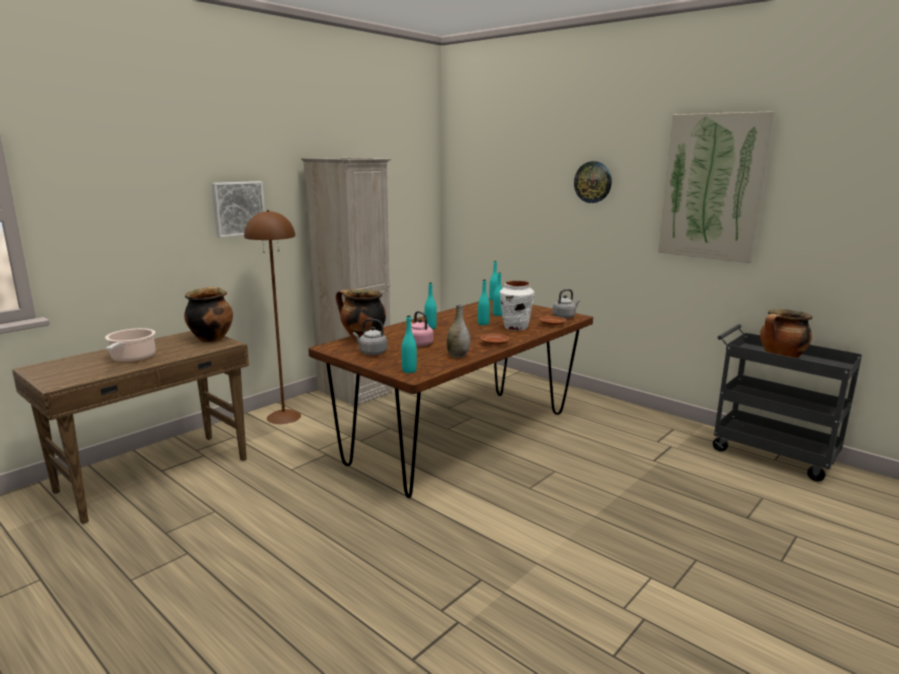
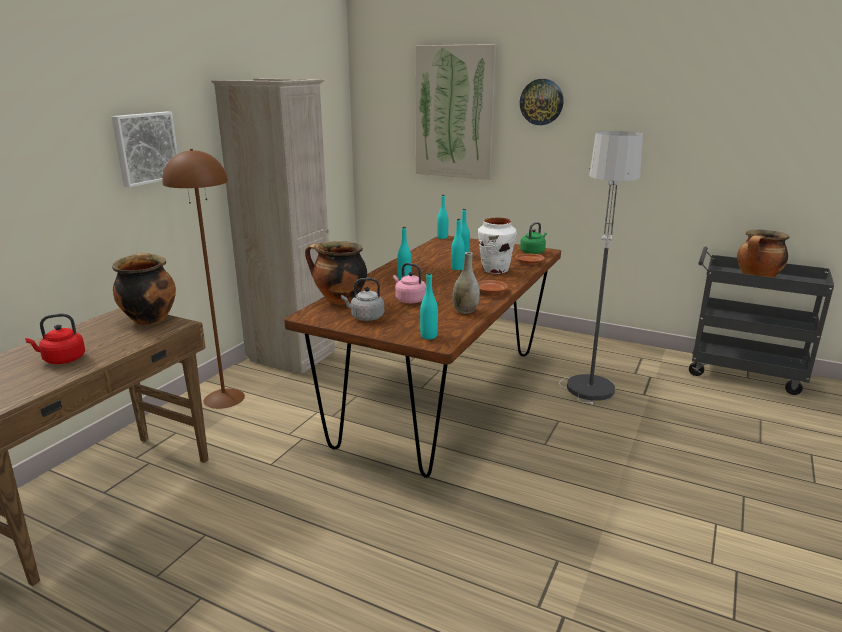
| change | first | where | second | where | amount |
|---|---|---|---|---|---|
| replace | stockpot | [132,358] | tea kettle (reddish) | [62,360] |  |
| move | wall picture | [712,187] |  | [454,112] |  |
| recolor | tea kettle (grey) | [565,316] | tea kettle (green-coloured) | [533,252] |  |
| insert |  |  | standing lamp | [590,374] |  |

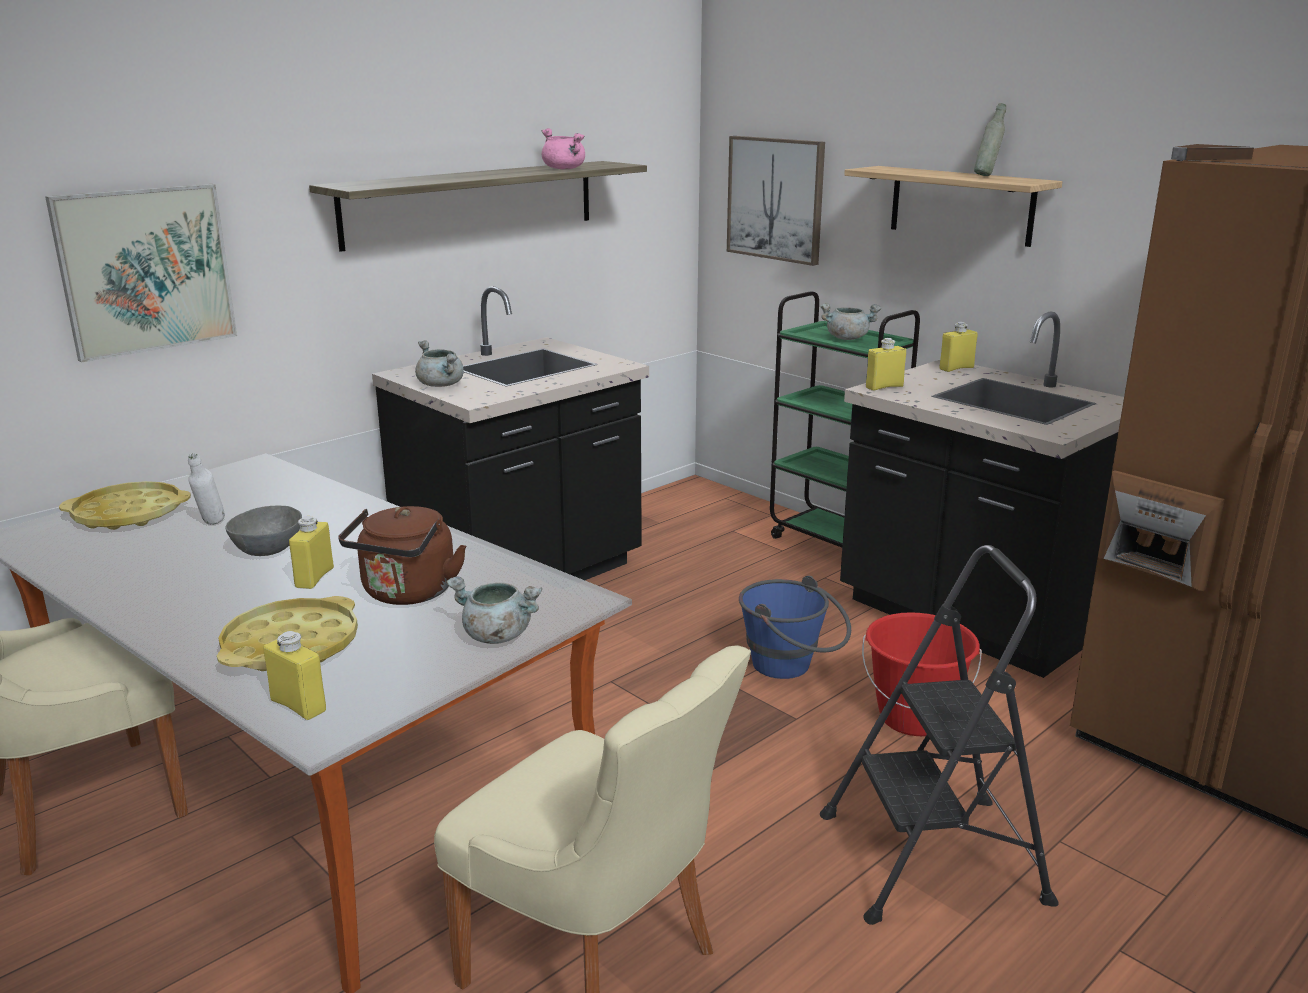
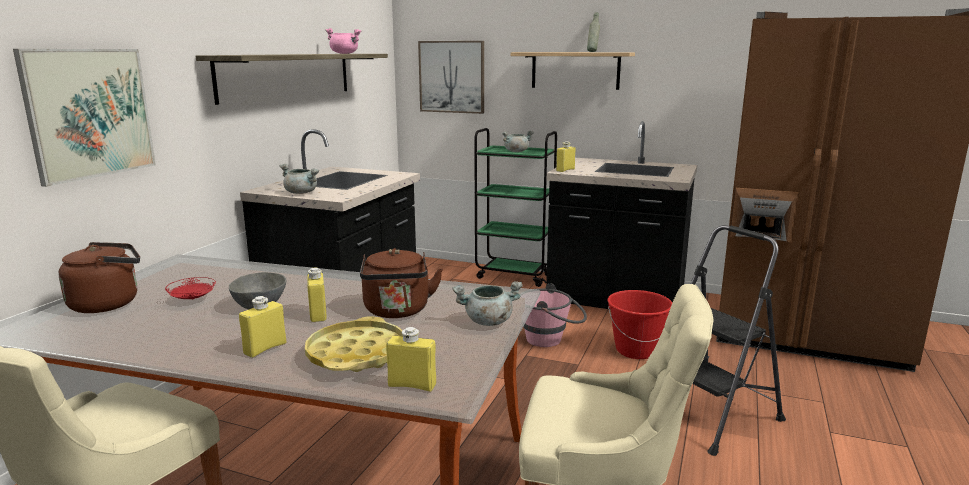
| change | first | where | second | where | amount |
|---|---|---|---|---|---|
| replace | carrying tray (yellowish) | [128,514] | tea kettle (brown-coloured) | [109,303] |  |
| replace | bottle (whitish) | [211,526] | flat dish (reddish) | [192,299] |  |
| move | bottle (yellowish) | [956,368] |  | [265,348] |  |
| recolor | bucket (blue) | [792,668] | bucket (pinkish) | [551,340] |  |

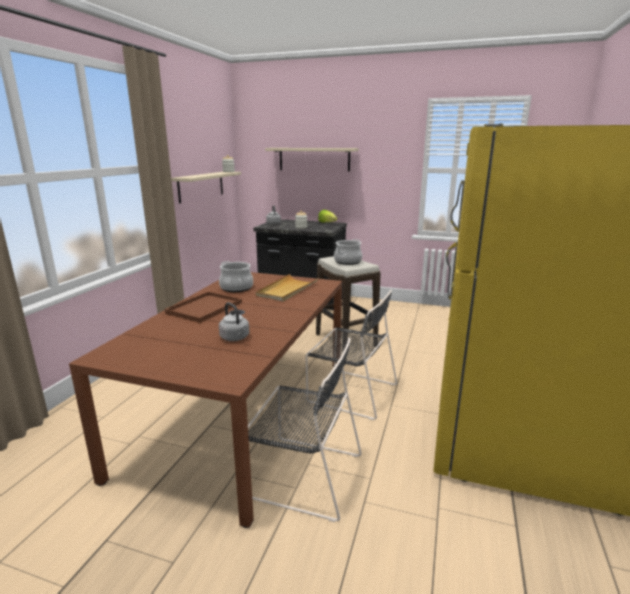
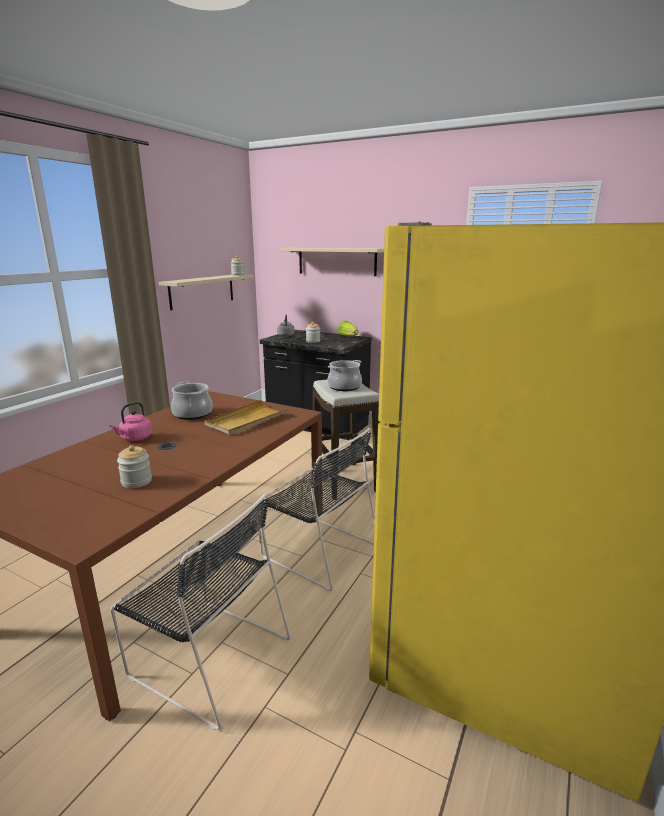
| change | first | where | second | where | amount |
|---|---|---|---|---|---|
| replace | carrying tray (brown-coloured) | [204,308] | tea kettle (pinkish) | [135,438] |  |
| replace | tea kettle (grey) | [235,338] | preserve jar | [136,481] |  |

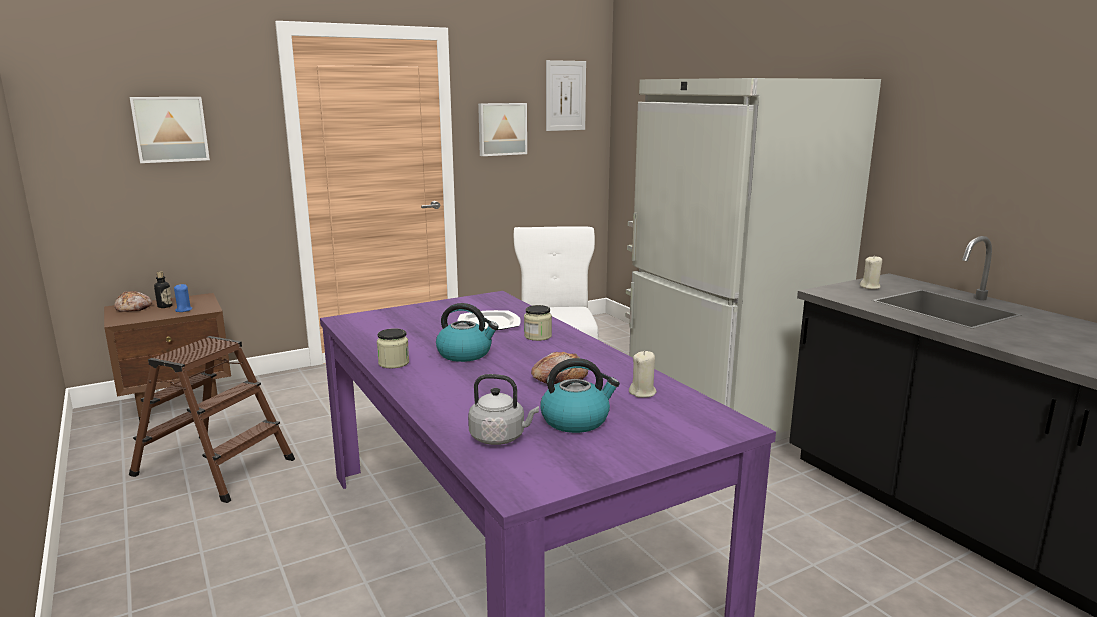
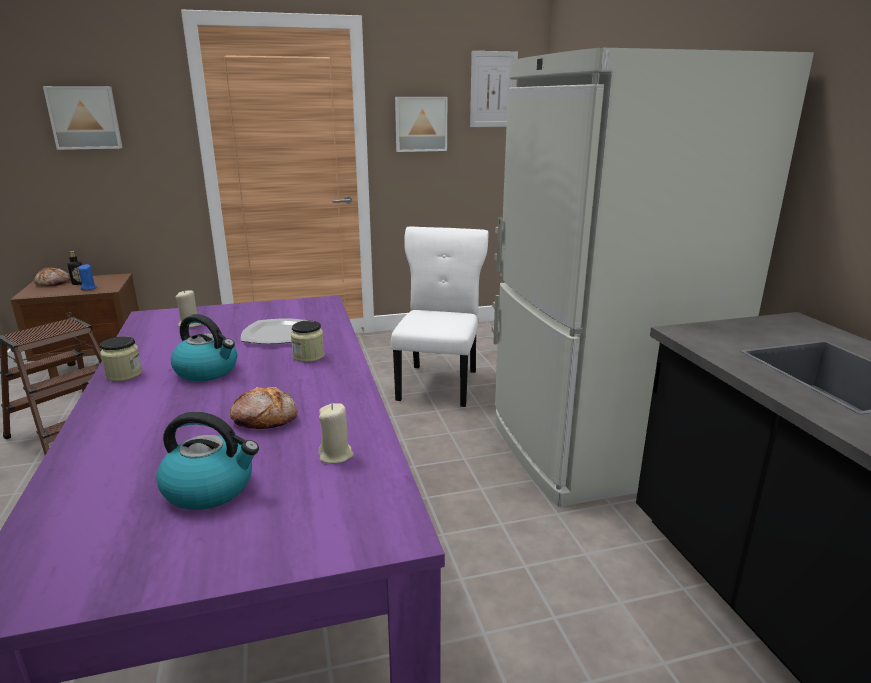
| change | first | where | second | where | amount |
|---|---|---|---|---|---|
| move | candle (beige) | [870,287] |  | [190,324] |  |
| delete | tea kettle (grey) | [500,438] |  |  |  |

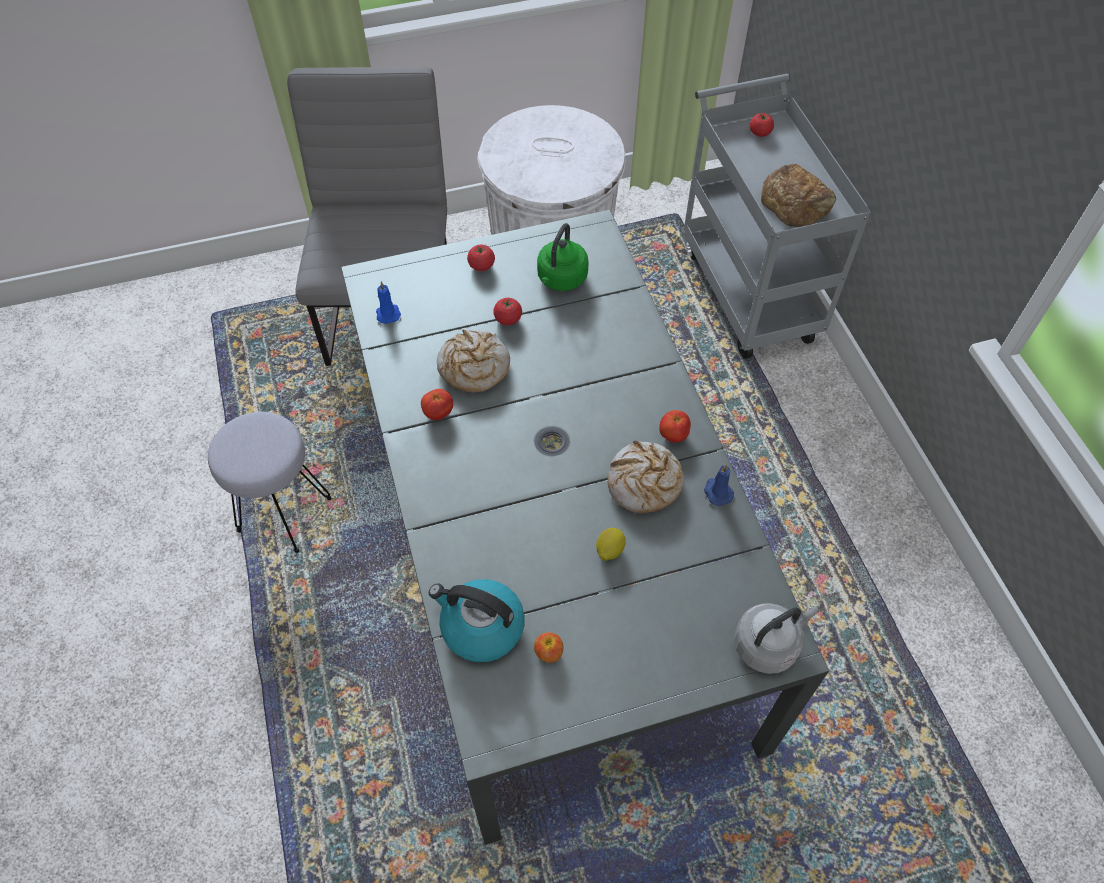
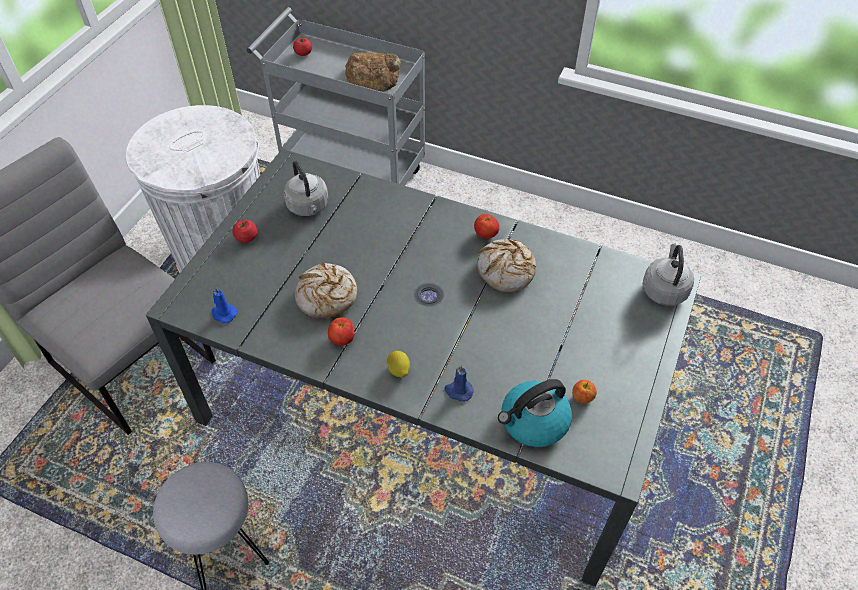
| change | first | where | second | where | amount |
|---|---|---|---|---|---|
| recolor | tea kettle (green-coloured) | [561,279] | tea kettle (grey) | [308,207] |  |
| move | lemon | [609,550] |  | [398,370] |  |
| move | candle (blue) | [717,492] |  | [458,391] |  |
| delete | tomato | [508,319] |  |  |  |

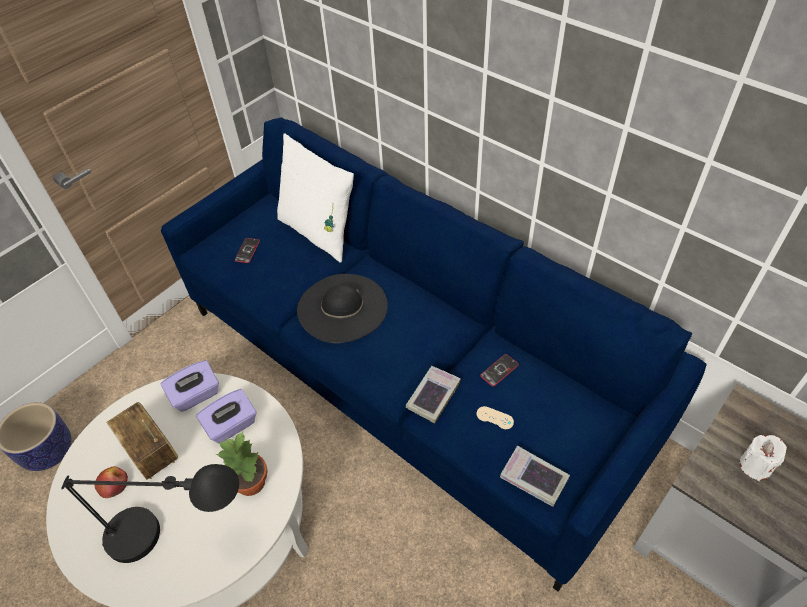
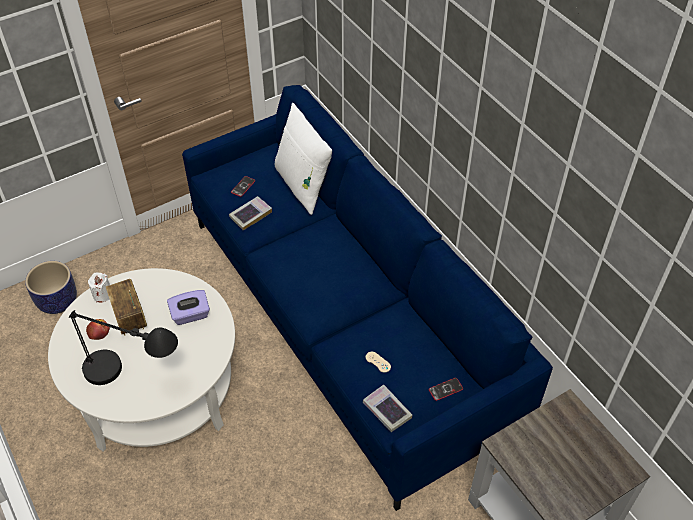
| change | first | where | second | where | amount |
|---|---|---|---|---|---|
| move | candle (whitish) | [755,466] |  | [103,294] |  |
| move | bound book | [433,396] |  | [250,215] |  |
| move | telephone | [499,370] |  | [445,389] |  |
| delete | tissue box (purplish) | [196,395] |  |  |  |
| delete | potted plant | [251,483] |  |  |  |
| delete | clothing hat (black-coloured) | [342,307] |  |  |  |

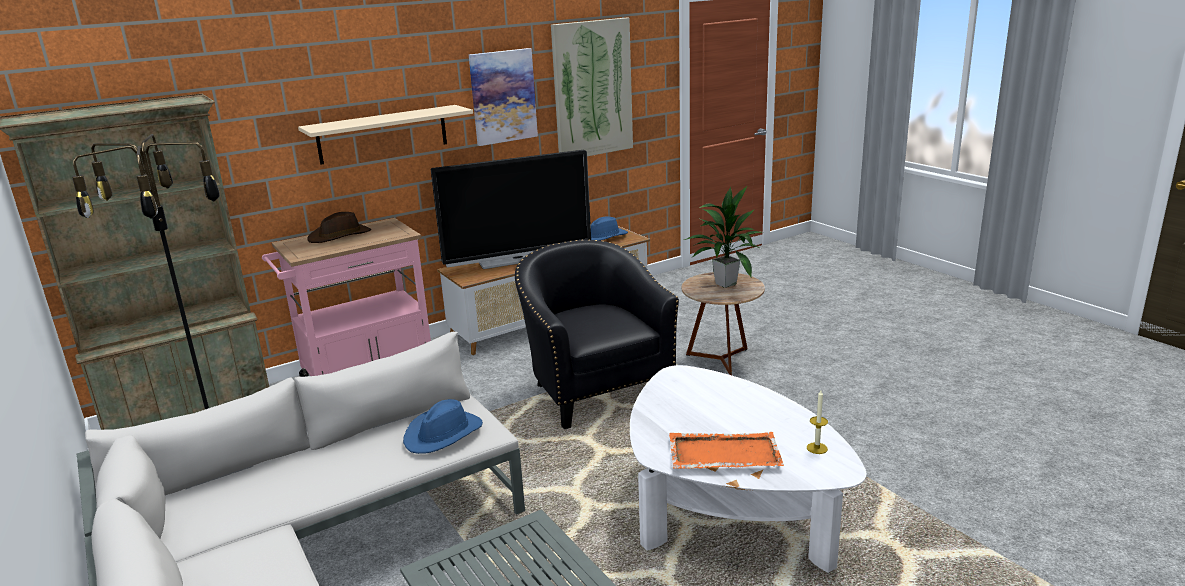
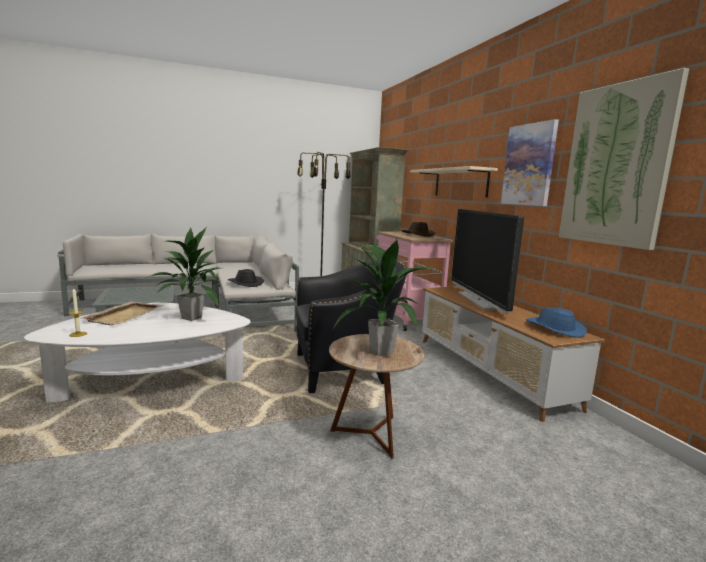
| change | first | where | second | where | amount |
|---|---|---|---|---|---|
| recolor | carrying tray (orangey) | [723,454] | carrying tray (beige) | [125,315] |  |
| insert |  |  | potted plant | [190,318] |  |
| recolor | clothing hat (blue) | [443,434] | clothing hat (black-coloured) | [245,283] |  |

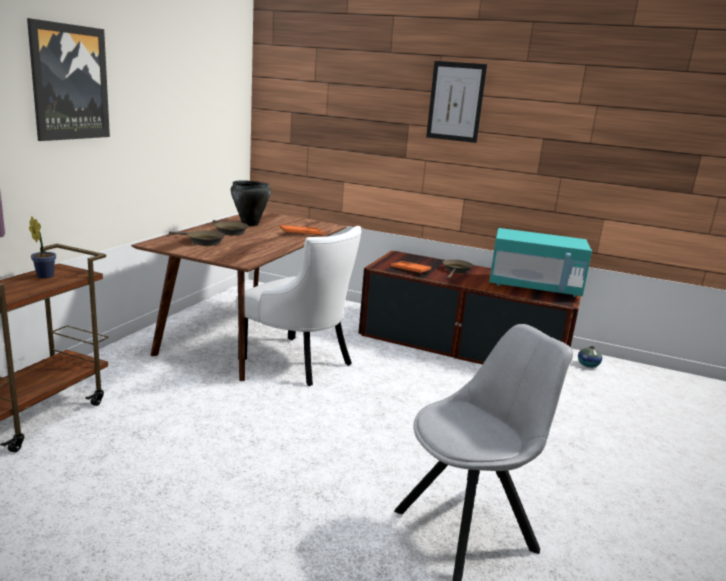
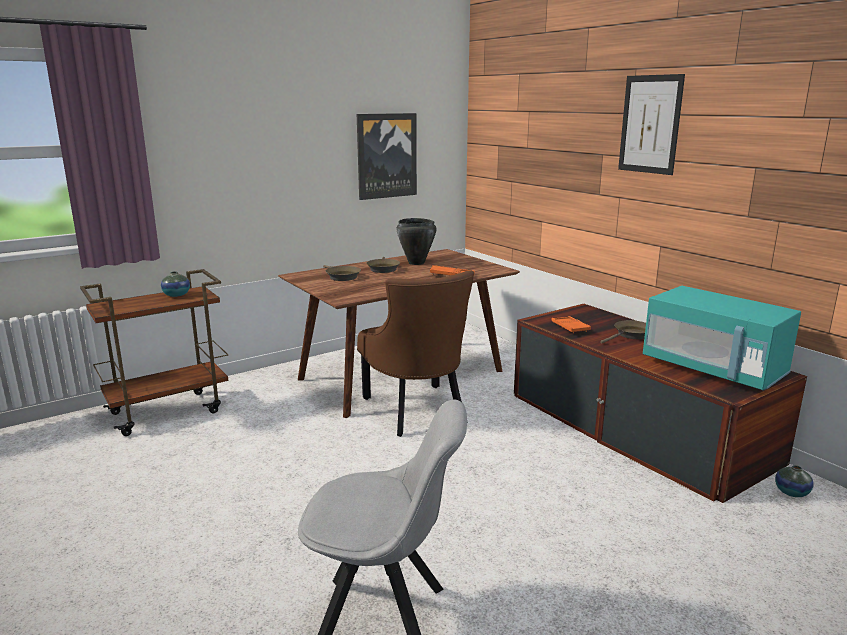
| change | first | where | second | where | amount |
|---|---|---|---|---|---|
| replace | potted plant | [44,275] | vase | [176,295] |  |
| move | wall picture | [69,82] |  | [386,156] |  |
| recolor | upright chair (whitish) | [296,361] | upright chair (brown-coloured) | [414,409] |  |

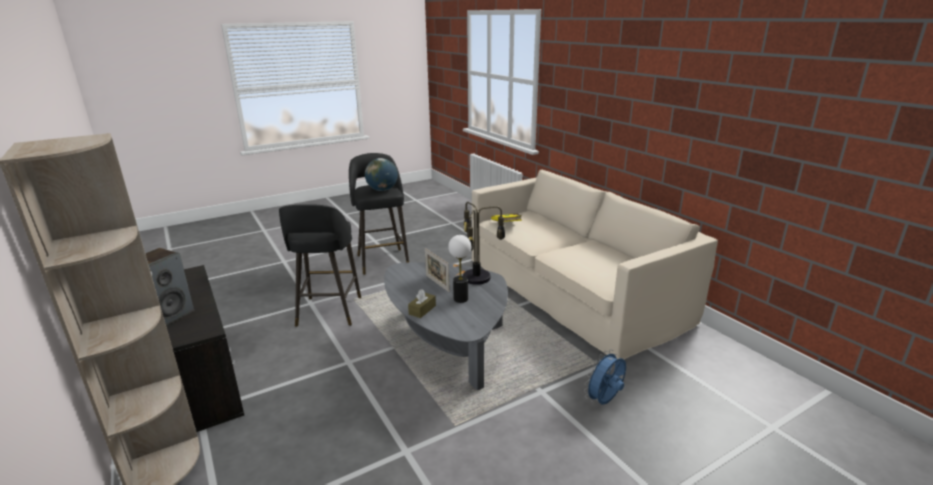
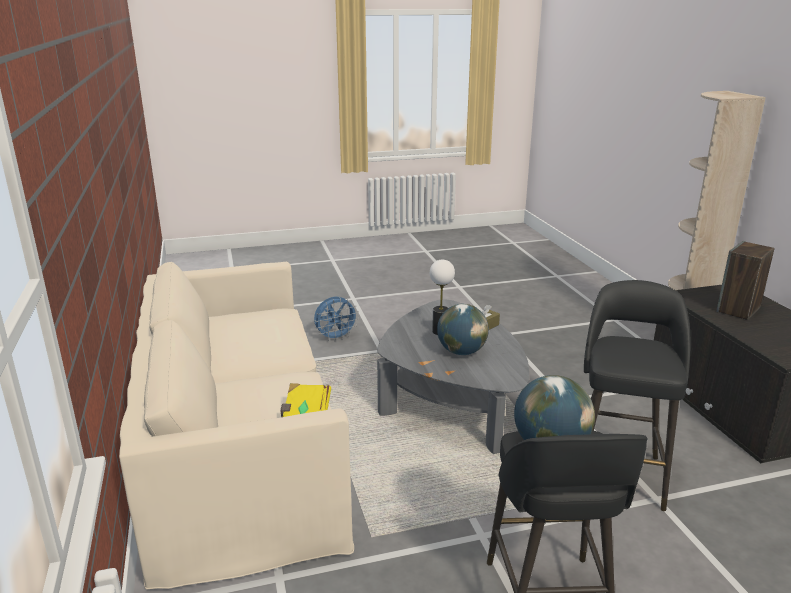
| change | first | where | second | where | amount |
|---|---|---|---|---|---|
| replace | picture frame | [437,283] | desk globe | [461,352] |  |
| delete | lamp for a table | [477,278] |  |  |  |

